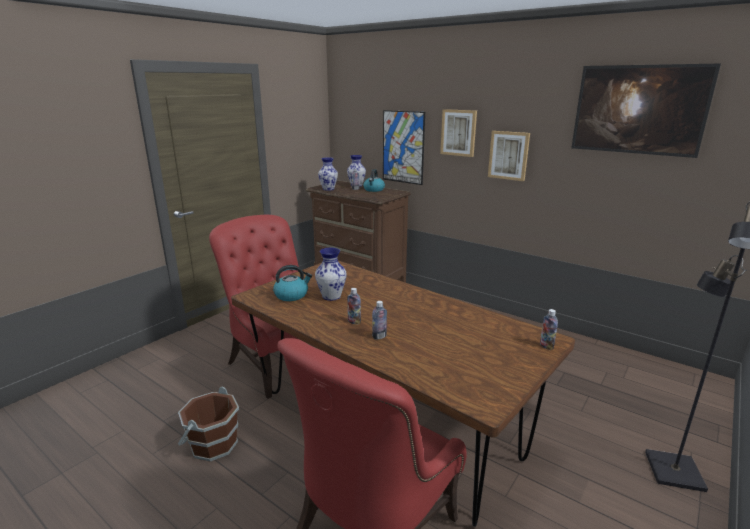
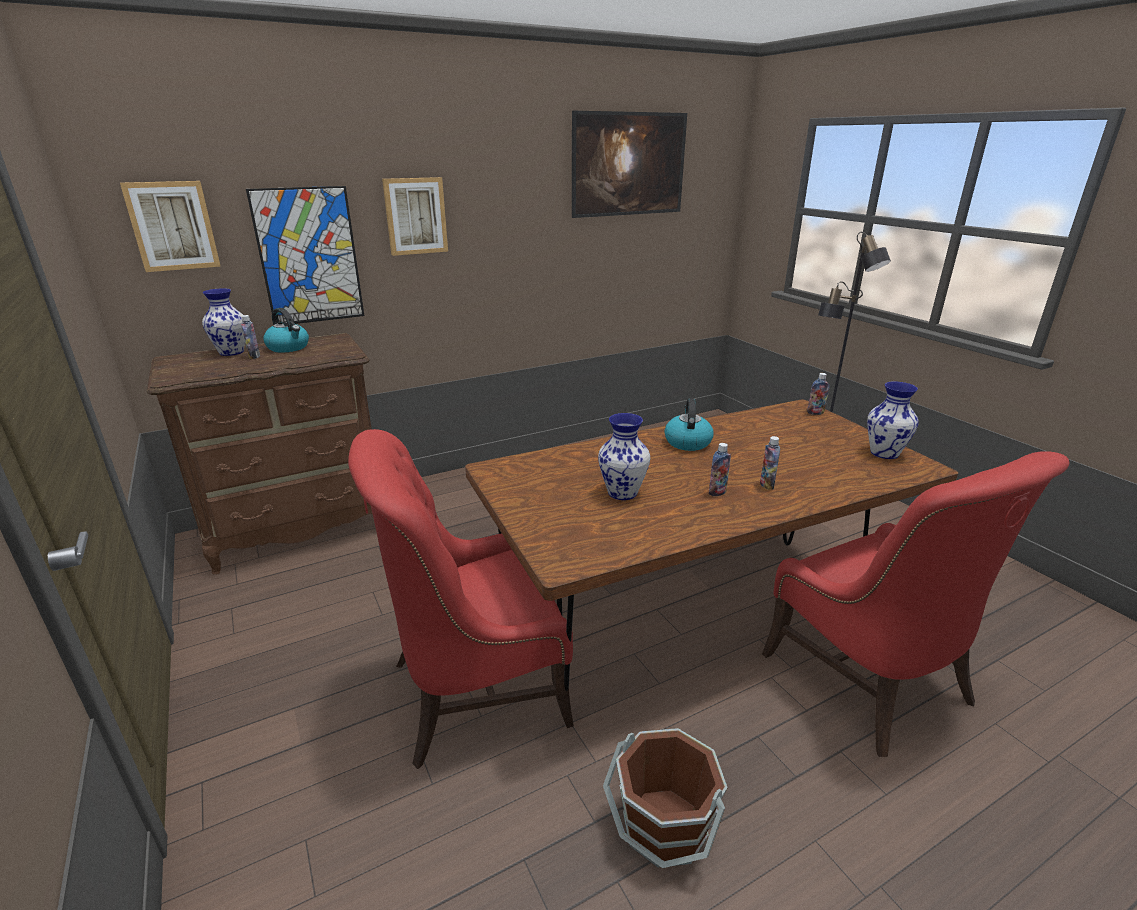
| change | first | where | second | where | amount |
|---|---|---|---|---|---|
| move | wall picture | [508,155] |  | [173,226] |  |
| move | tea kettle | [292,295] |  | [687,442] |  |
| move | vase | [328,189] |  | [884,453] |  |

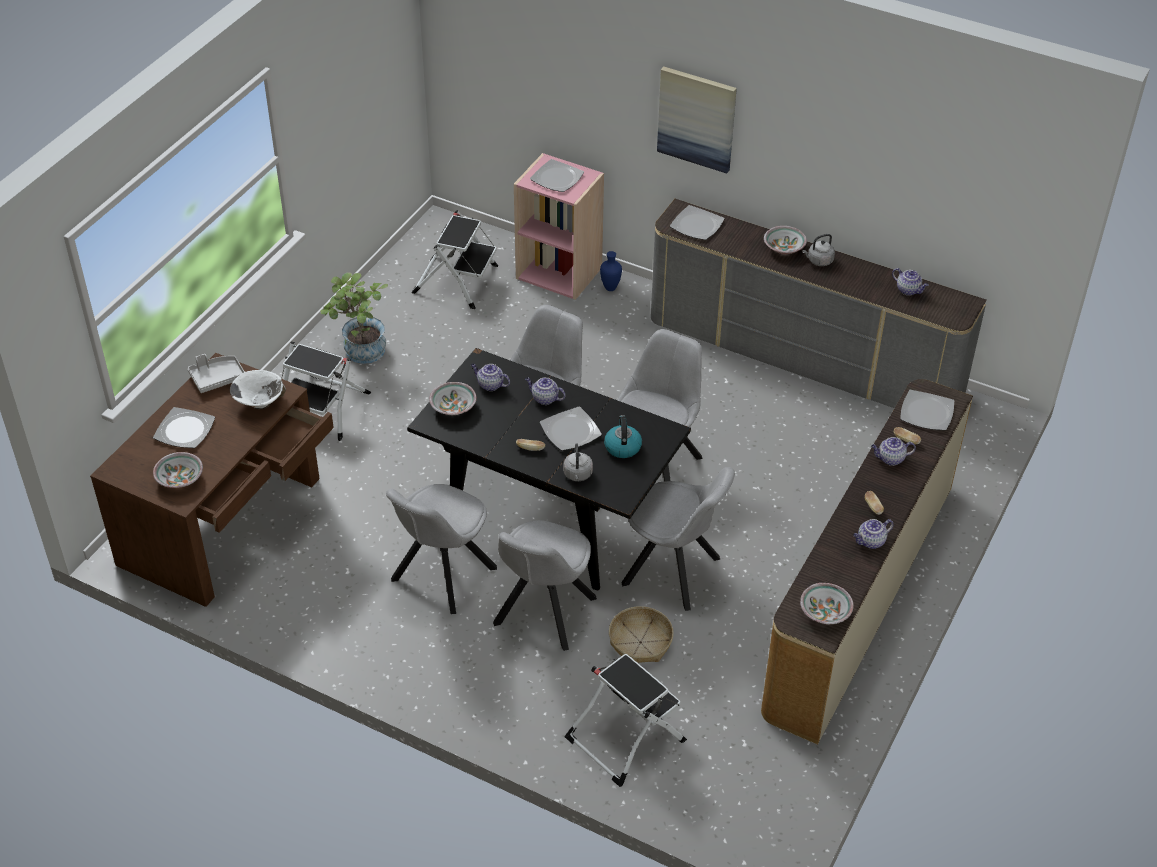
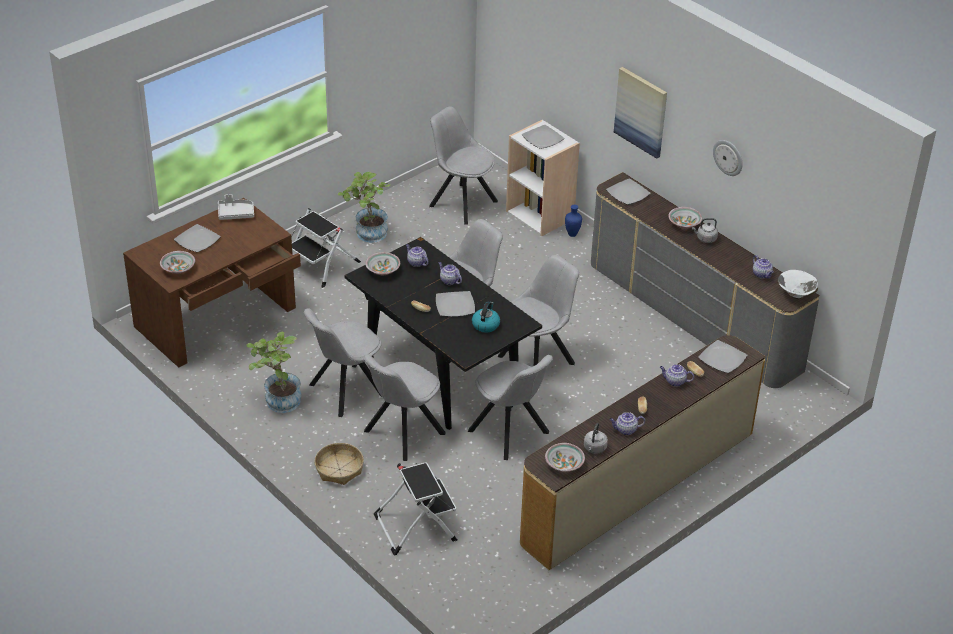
| change | first | where | second | where | amount |
|---|---|---|---|---|---|
| insert |  |  | potted plant | [278,400] |  |
| move | storage basket | [640,642] |  | [339,469] |  |
| replace | step ladder | [456,281] | upright chair (grey) | [461,203] |  |
| recolor | bookcase (pinkish) | [560,273] | bookcase (whitish) | [541,215] |  |
| move | tea kettle (grey) | [578,475] |  | [594,448] |  |
| insert |  |  | hanging clock | [728,157] |  |
| move | serving bowl (whitish) | [259,403] |  | [796,294] |  |

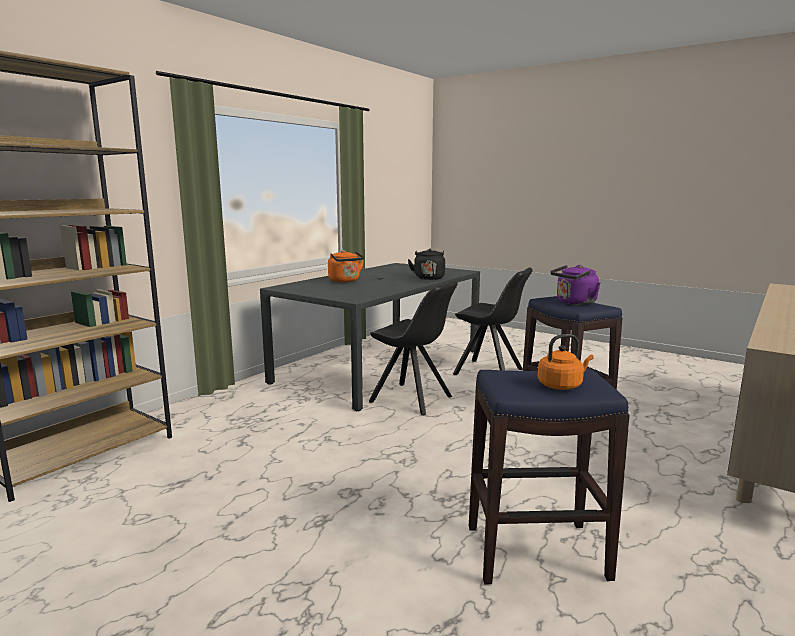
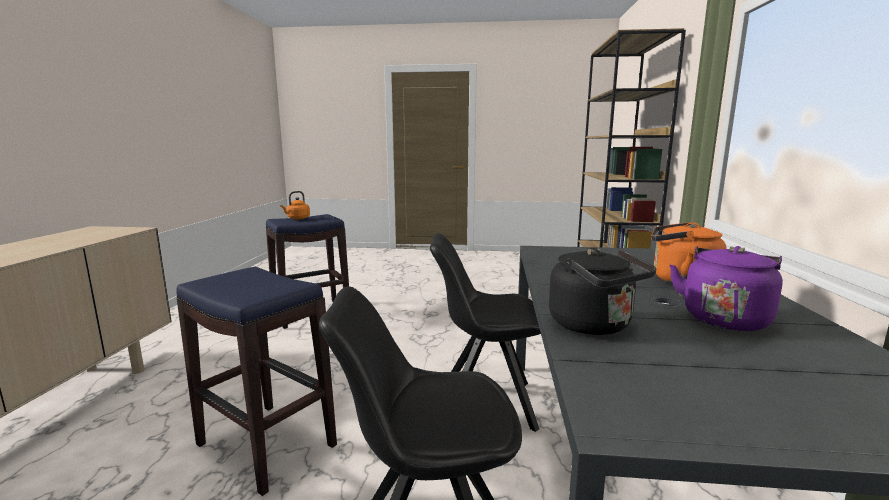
| change | first | where | second | where | amount |
|---|---|---|---|---|---|
| move | tea kettle (purplish) | [574,303] |  | [724,318] |  |

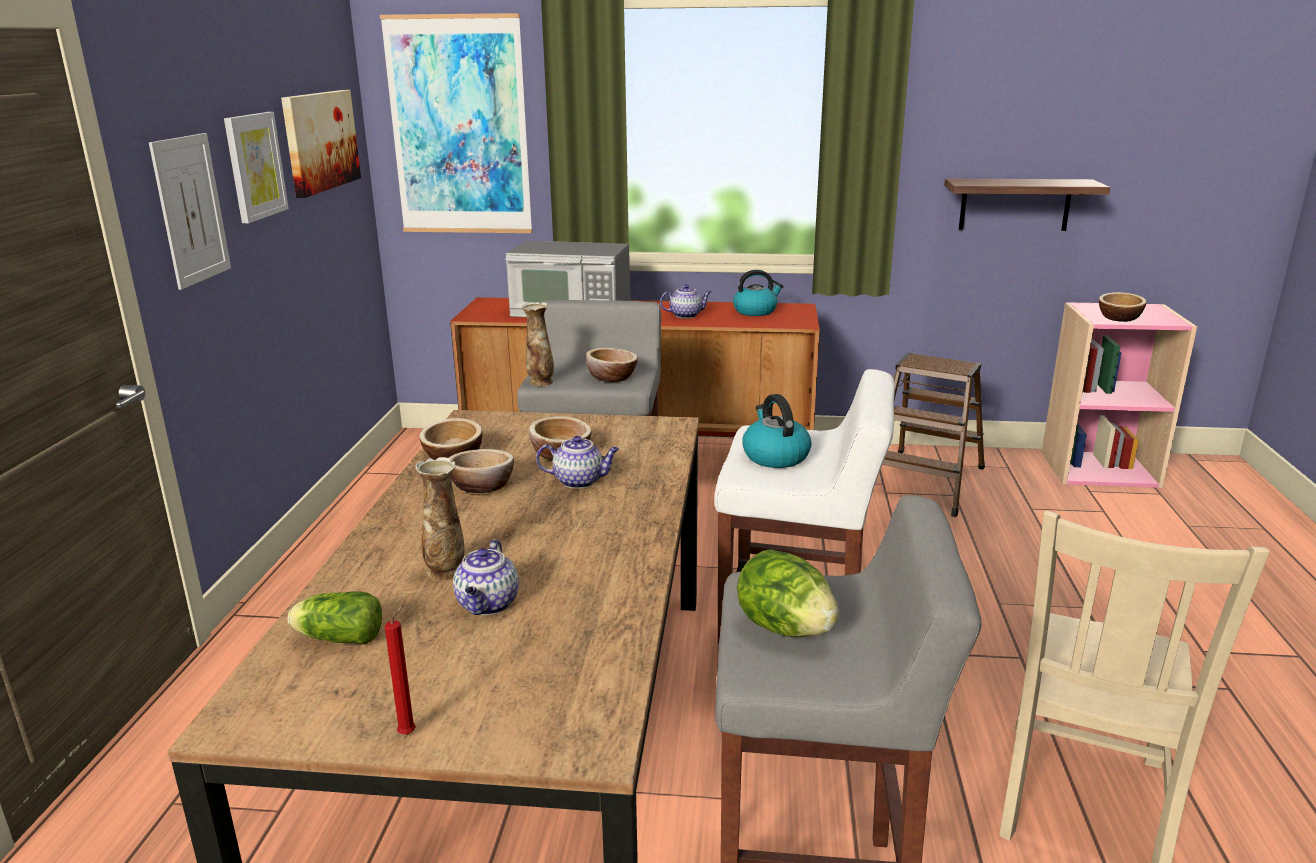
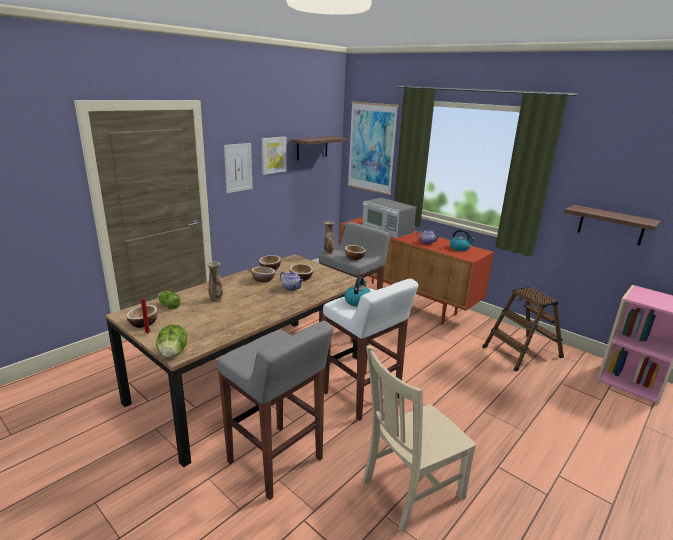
| change | first | where | second | where | amount |
|---|---|---|---|---|---|
| move | serving bowl | [1119,318] |  | [143,323] |  |
| move | lettuce | [785,628] |  | [173,353] |  |
| replace | wall picture | [320,141] | bracket shelf | [312,147] |  |
| delete | tea pot | [488,605] |  |  |  |

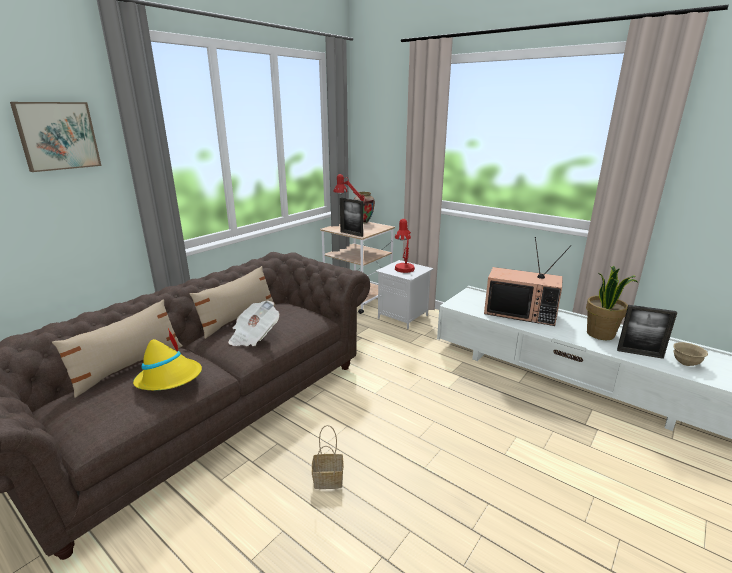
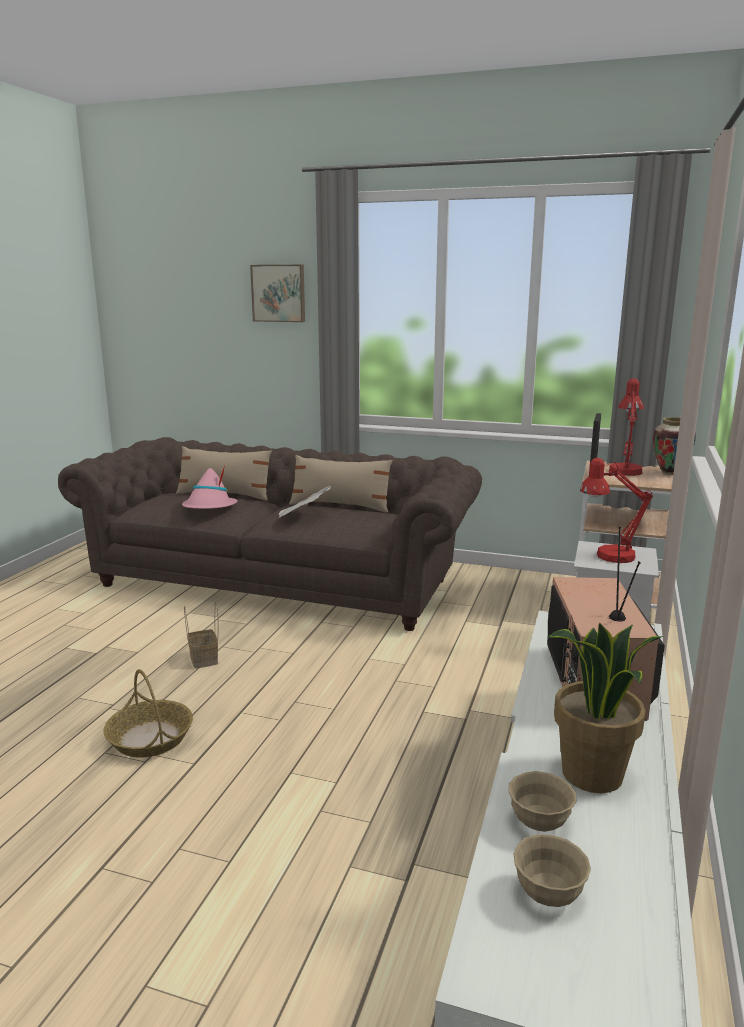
| change | first | where | second | where | amount |
|---|---|---|---|---|---|
| insert |  |  | storage basket | [150,738] |  |
| recolor | clothing hat (yellowish) | [170,378] | clothing hat (pinkish) | [209,508] |  |
| replace | picture frame | [639,353] | serving bowl (beige) | [539,823] |  |

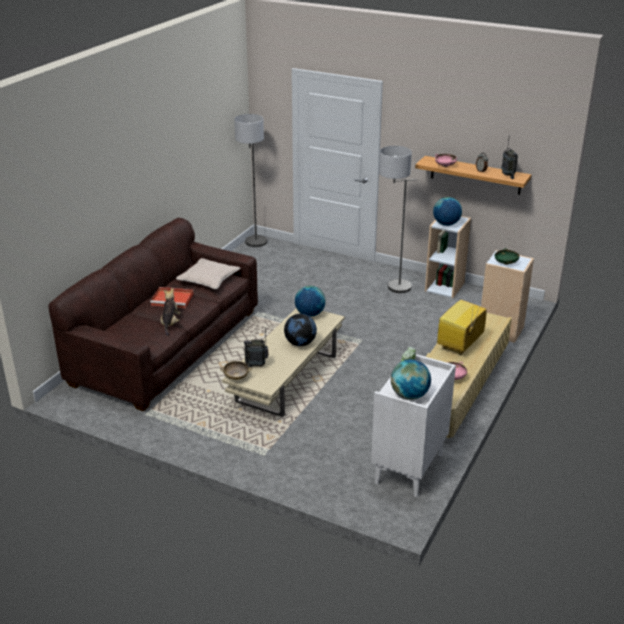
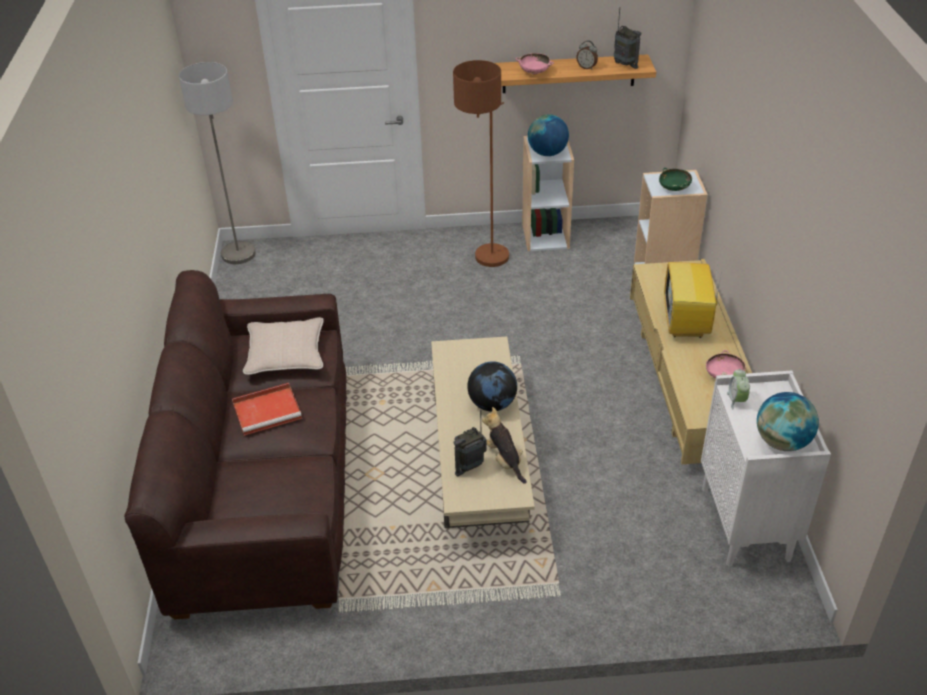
| change | first | where | second | where | amount |
|---|---|---|---|---|---|
| recolor | standing lamp (grey) | [392,288] | standing lamp (brown-coloured) | [484,261] |  |
| move | cuddly toy | [170,323] |  | [505,460] |  |
| delete | serving bowl (beige) | [236,377] |  |  |  |
| delete | desk globe | [310,314] |  |  |  |

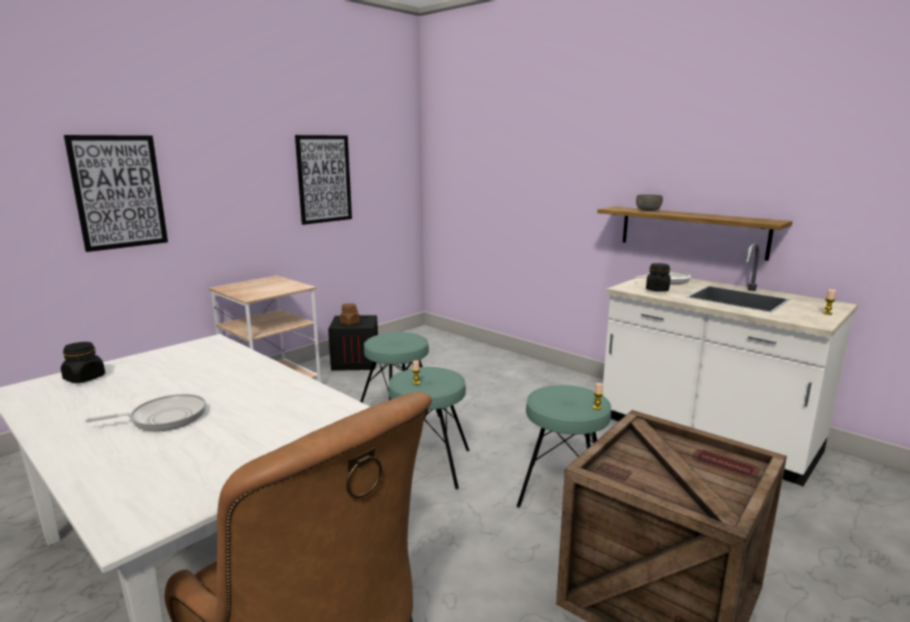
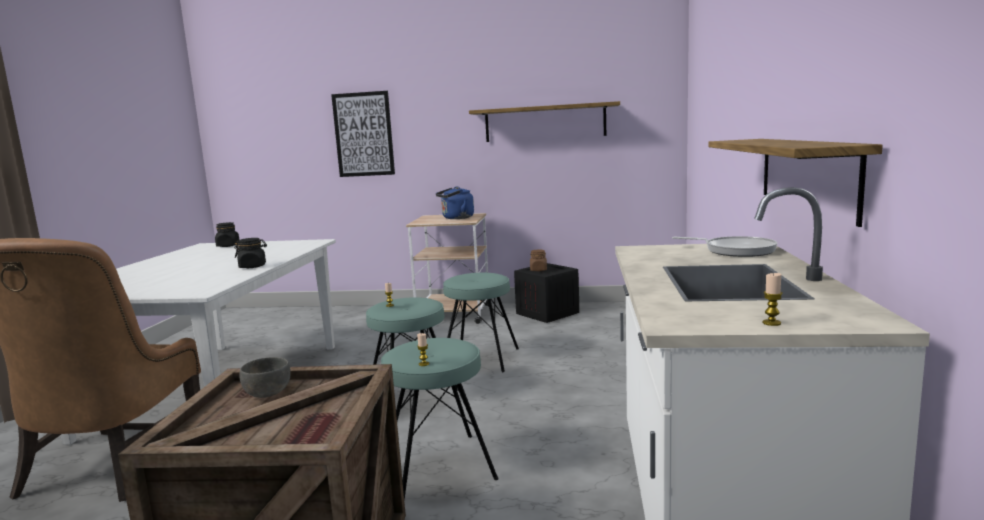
| change | first | where | second | where | amount |
|---|---|---|---|---|---|
| move | preserve jar (black-coloured) | [657,289] |  | [253,266] |  |
| move | serving bowl (grey) | [647,210] |  | [267,392] |  |
| insert |  |  | tea kettle (blue) | [456,218] |  |
| replace | wall picture | [324,179] | bracket shelf | [545,123] |  |
| delete | skillet | [164,418] |  |  |  |

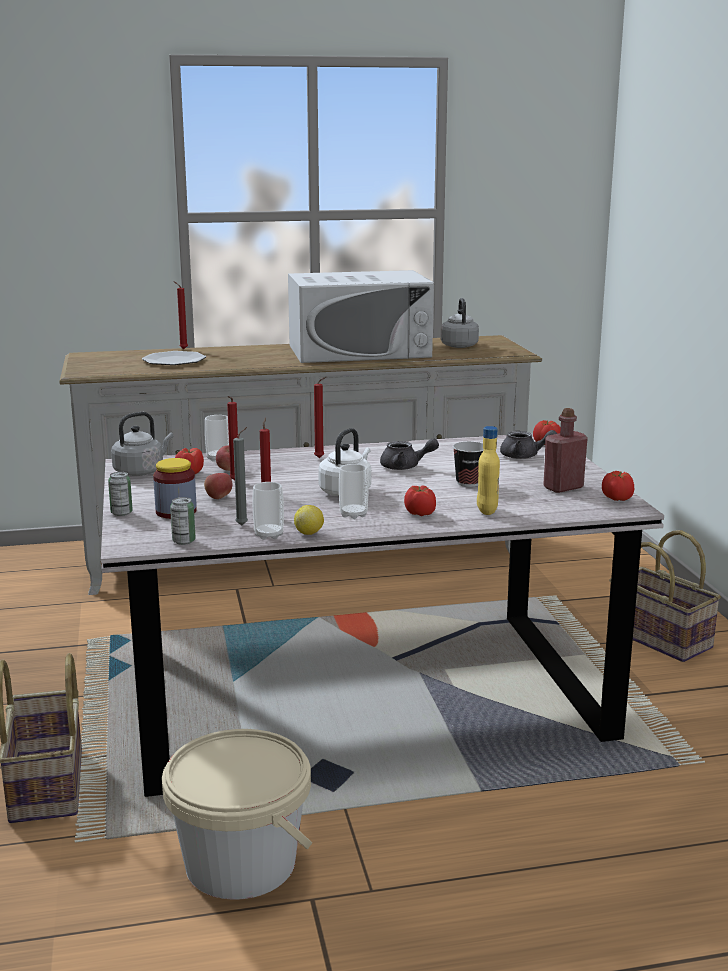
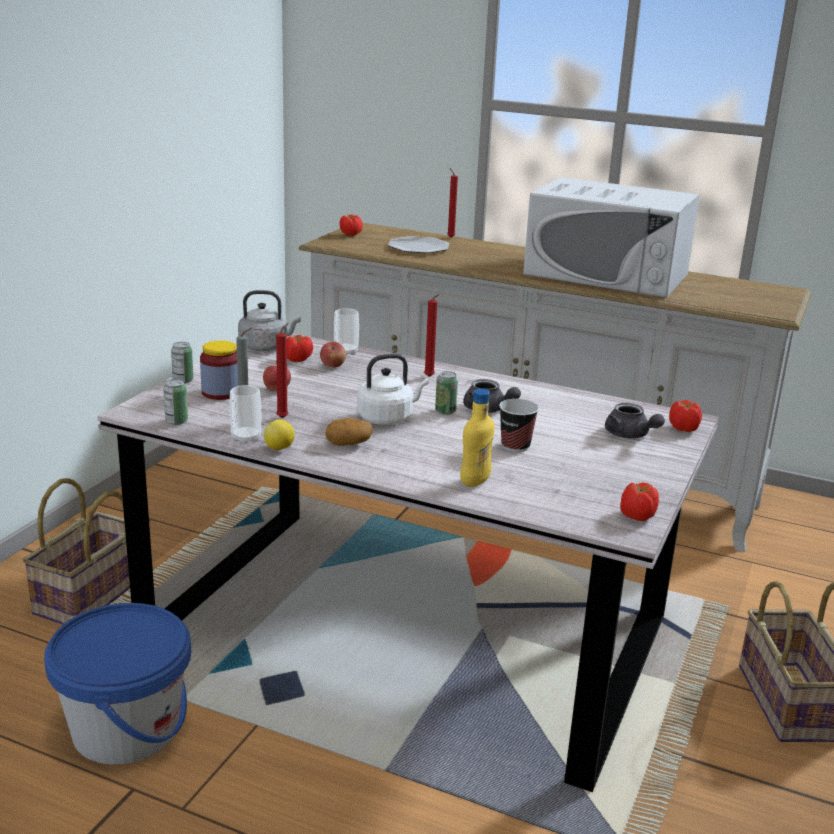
| change | first | where | second | where | amount |
|---|---|---|---|---|---|
| recolor | bucket (beige) | [241,863] | bucket (blue) | [126,728] |  |
| replace | drinking cup | [353,514] | whole potato | [349,443] |  |
| move | tomato | [420,513] |  | [351,234] |  |
| insert |  |  | can | [445,411] |  |
| delete | candle (reddish) | [234,481] |  |  |  |
| delete | tea kettle (grey) | [459,345] |  |  |  |
| delete | bottle (reddish) | [563,487] |  |  |  |

